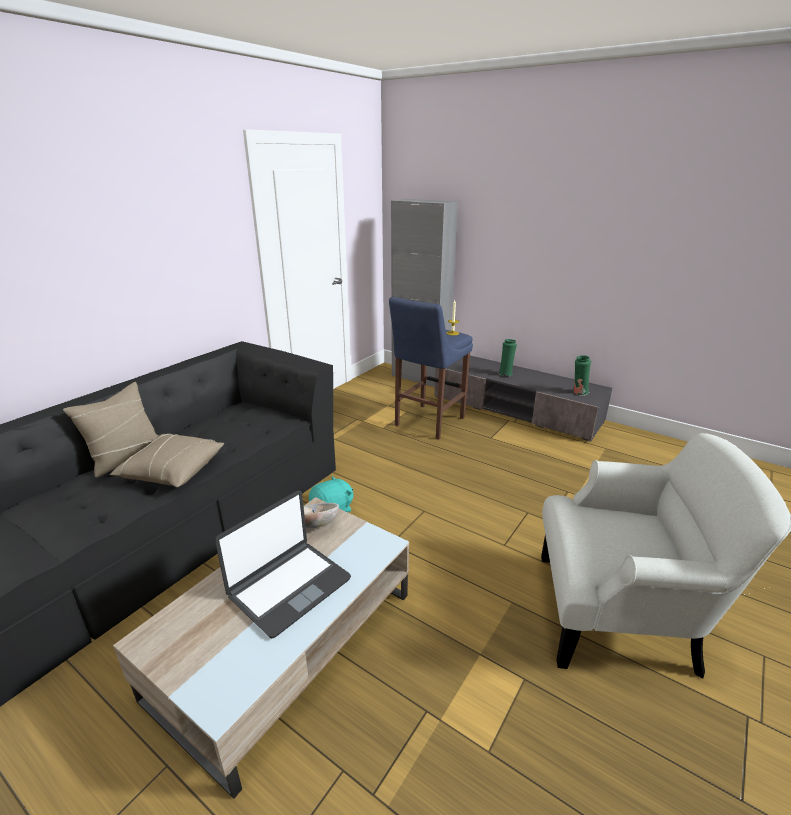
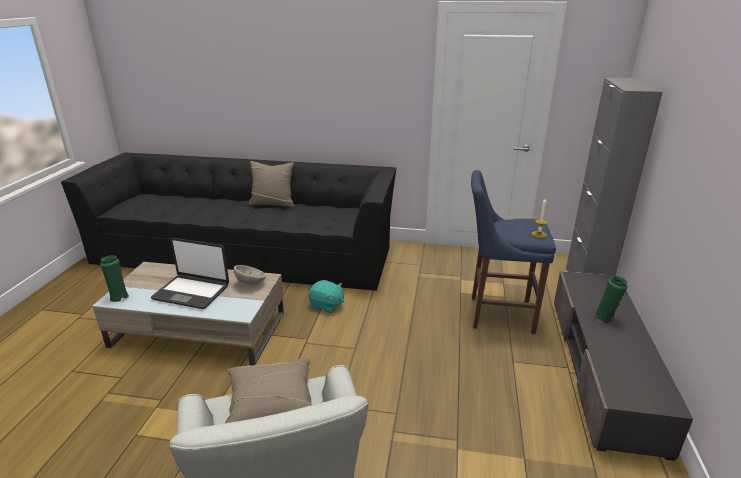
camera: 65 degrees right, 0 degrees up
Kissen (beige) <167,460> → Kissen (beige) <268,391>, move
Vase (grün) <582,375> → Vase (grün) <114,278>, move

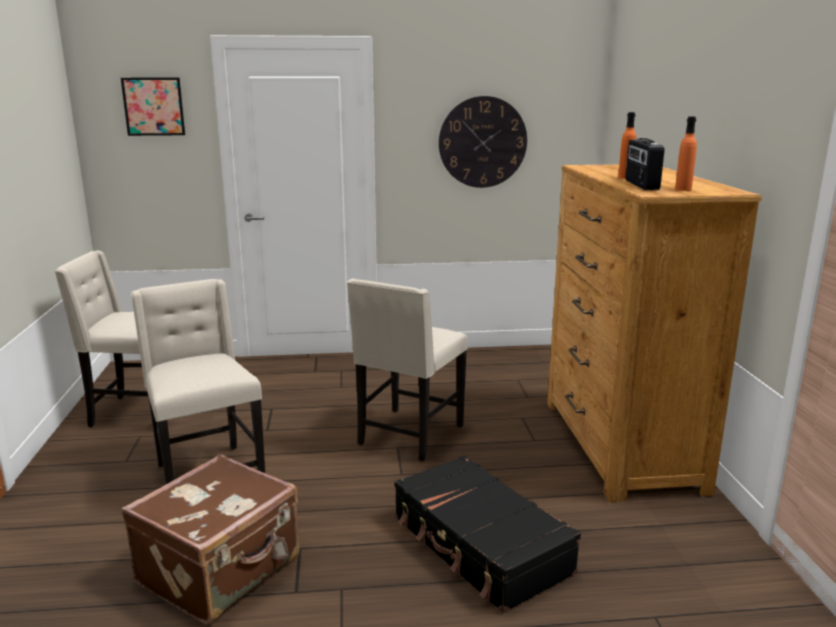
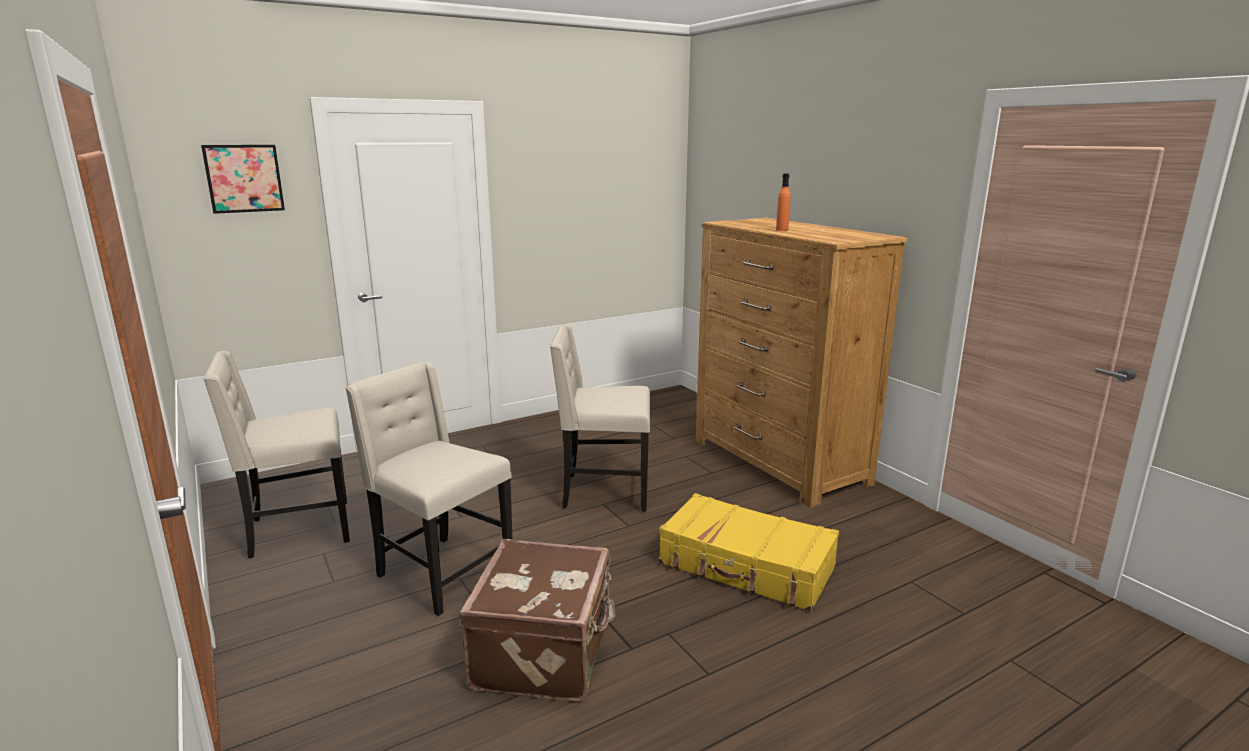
camera: 25 degrees left, 0 degrees up
Stuhl (beige) <407,370> → Stuhl (beige) <600,418>, 90 degrees clockwise
Koffer (schwarz) <488,534> → Koffer (gelb) <749,552>
Wanduhr <483,142> → -
Radio <645,164> → -
Flasche (orange) <686,154> → -

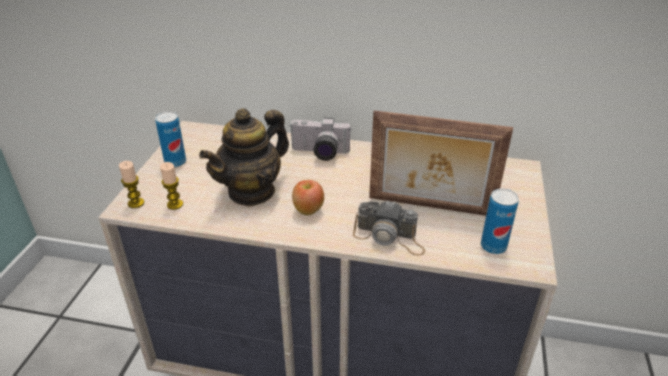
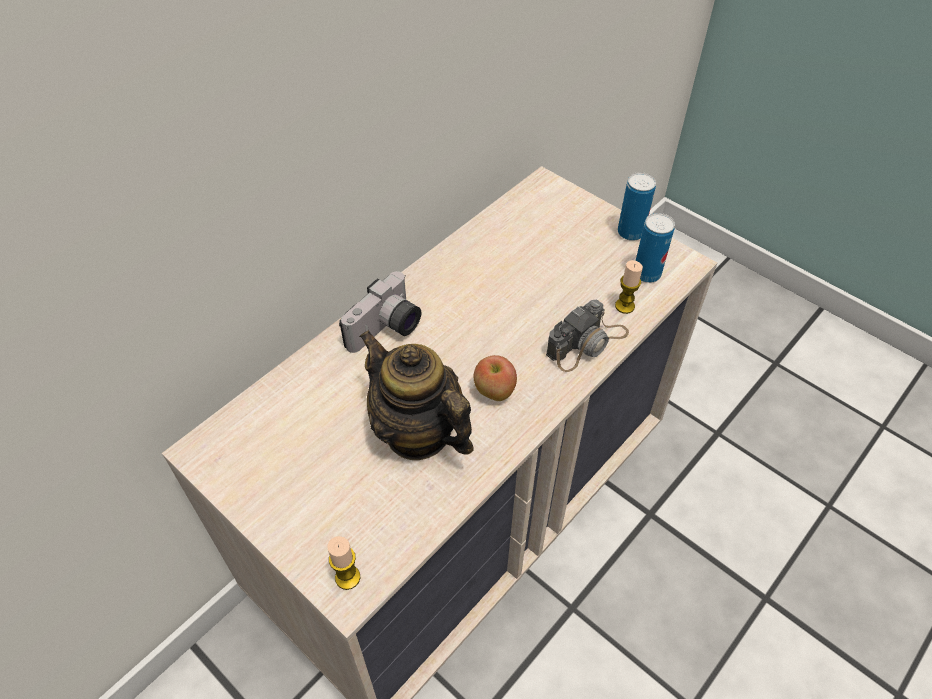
camera: 60 degrees left, 15 degrees up
Dose <170,139> → Dose <637,206>, move
Kerze <171,186> → Kerze <629,287>, move
Teekanne <244,157> → Teekanne <416,395>, 150 degrees clockwise
Bilderrahmen <441,163> → -

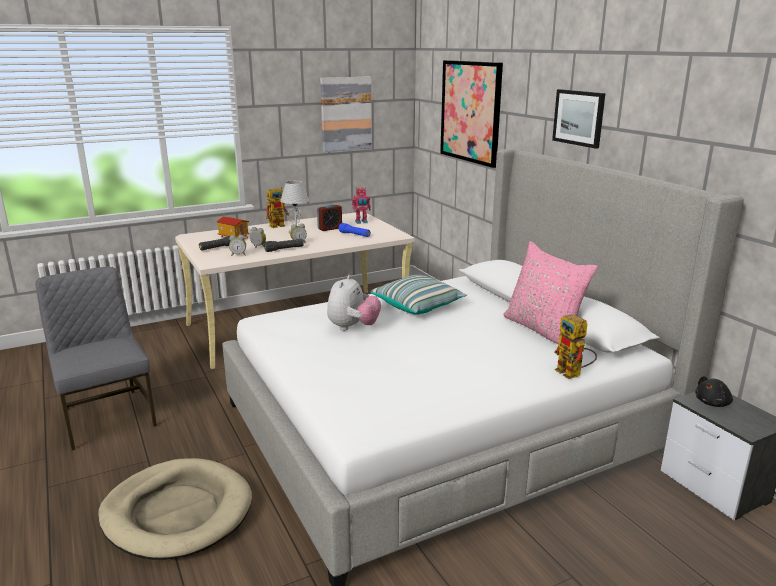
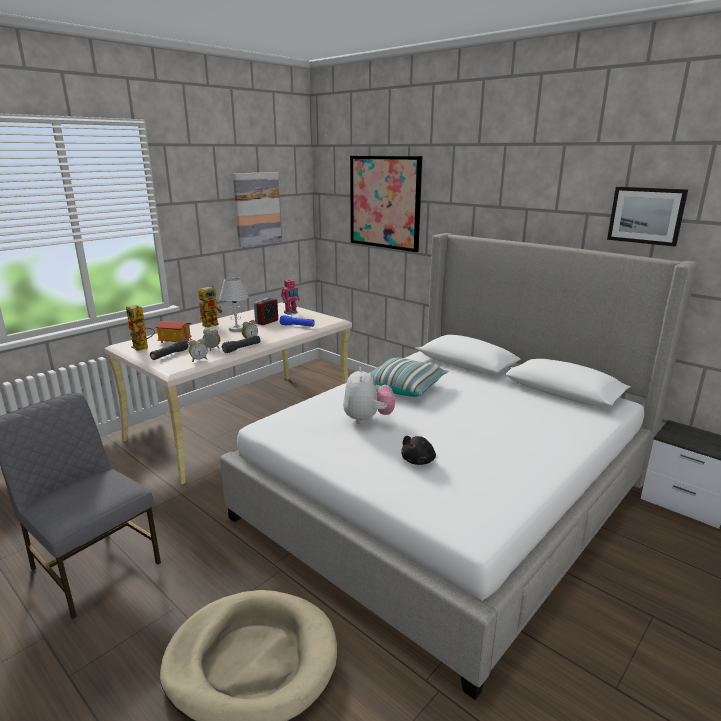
camera: 20 degrees left, 0 degrees up
Kissen (rosa) <550,293> → -
Bild <578,119> → Bild <647,217>, move
Spielzeugroboter <575,346> → Spielzeugroboter <140,328>, move
Plüschtier (schwarz) <714,391> → Plüschtier (schwarz) <418,450>, move

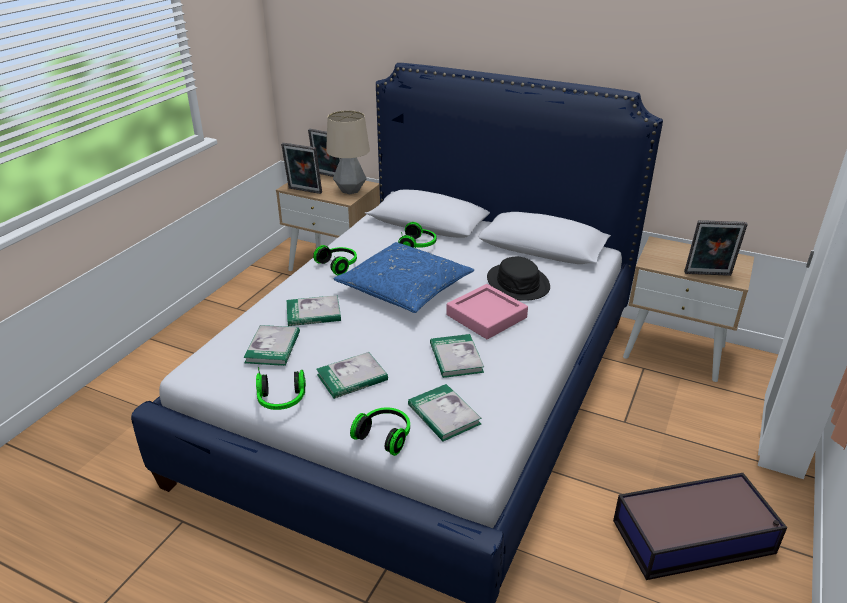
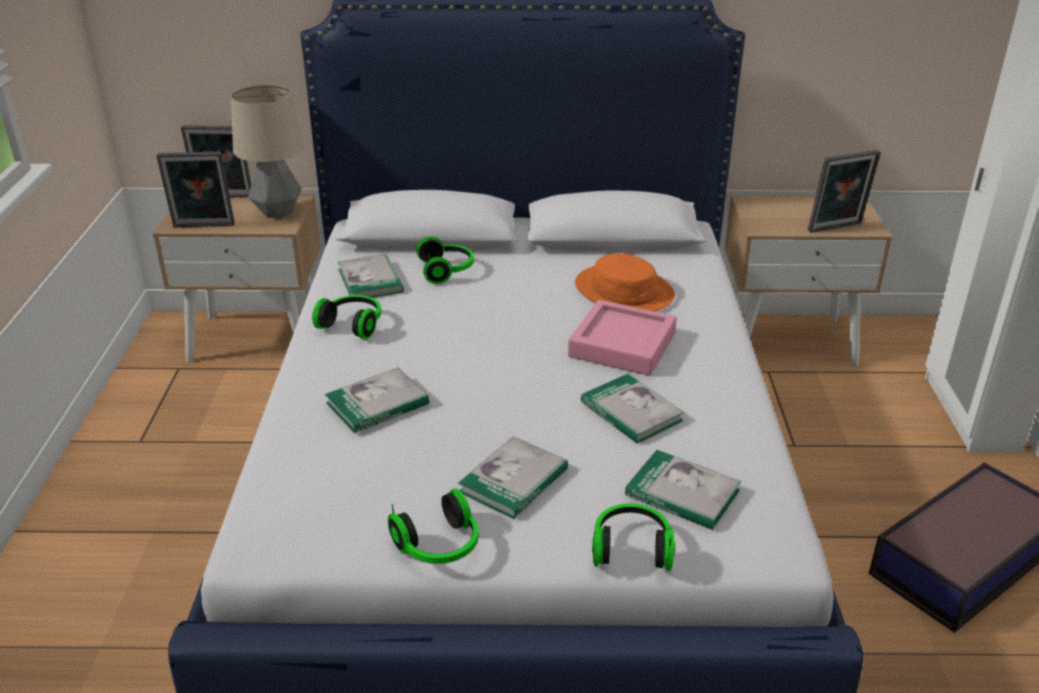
camera: 25 degrees left, 0 degrees up
Buch <271,345> → Buch <371,276>, move
Kissen (blau) <404,277> → -
Hut (schwarz) <518,279> → Hut (orange) <625,282>

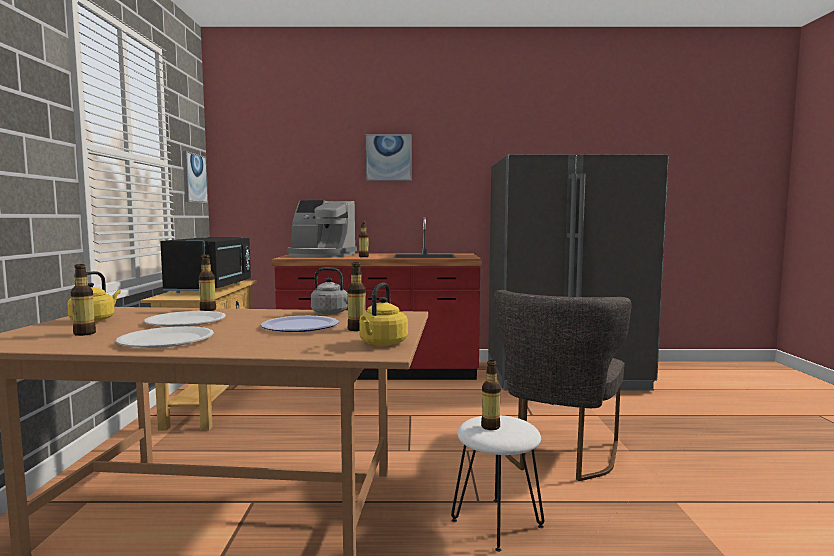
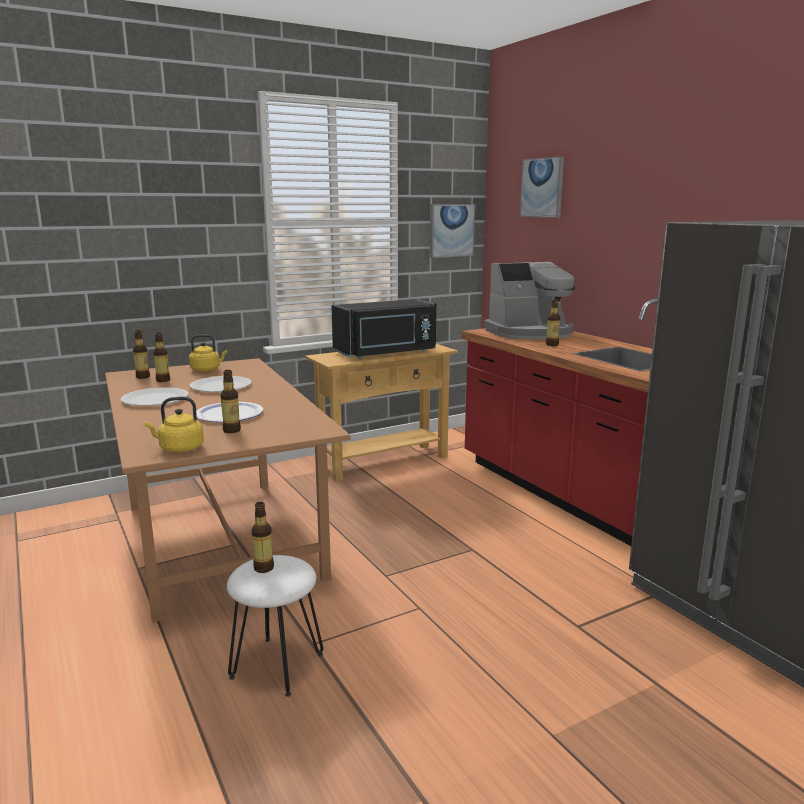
camera: 60 degrees right, 10 degrees up
Flasche <207,282> → Flasche <141,354>, move
Kaffeemaschine <322,229> → Kaffeemaschine <530,301>, 90 degrees counterclockwise
Wasserkessel (grau) <329,291> → -
Bild <388,157> → Bild <542,187>, move
Stuhl (grau) <562,385> → -

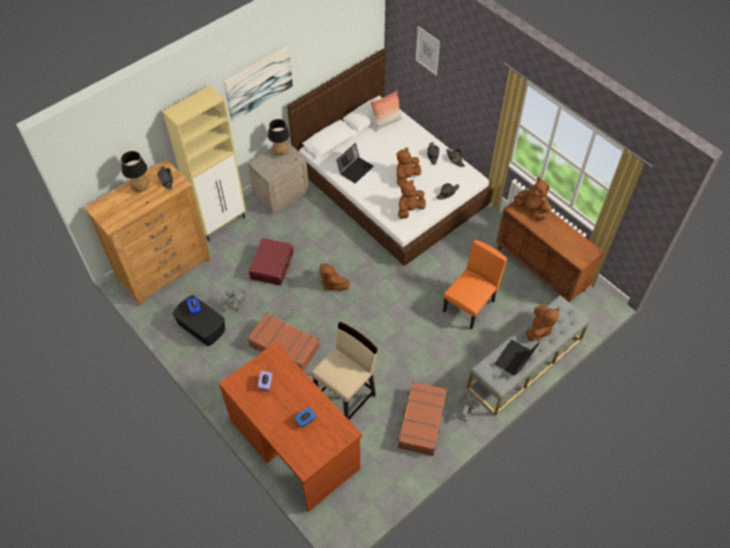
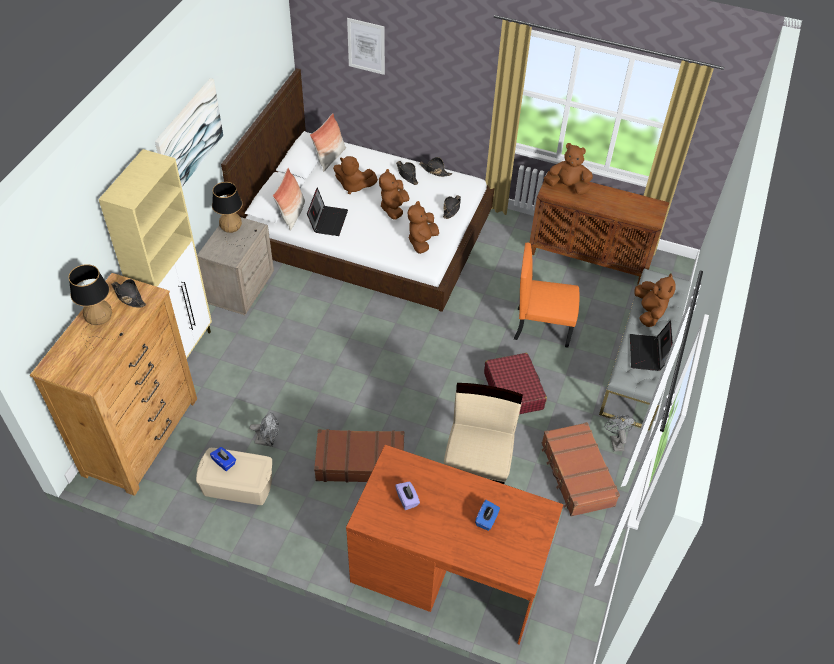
camera: 30 degrees left, 5 degrees down
Aufbewahrungsbox (schwarz) <198,320> → Aufbewahrungsbox (beige) <234,476>
Koffer (rot) <271,261> → Koffer (rot) <515,383>, move
Plüschtier (braun) <335,276> → Plüschtier (braun) <355,175>, move
Stuhl (orange) <475,285> → Stuhl (orange) <547,295>, 90 degrees counterclockwise
- → Kissen <288,199>

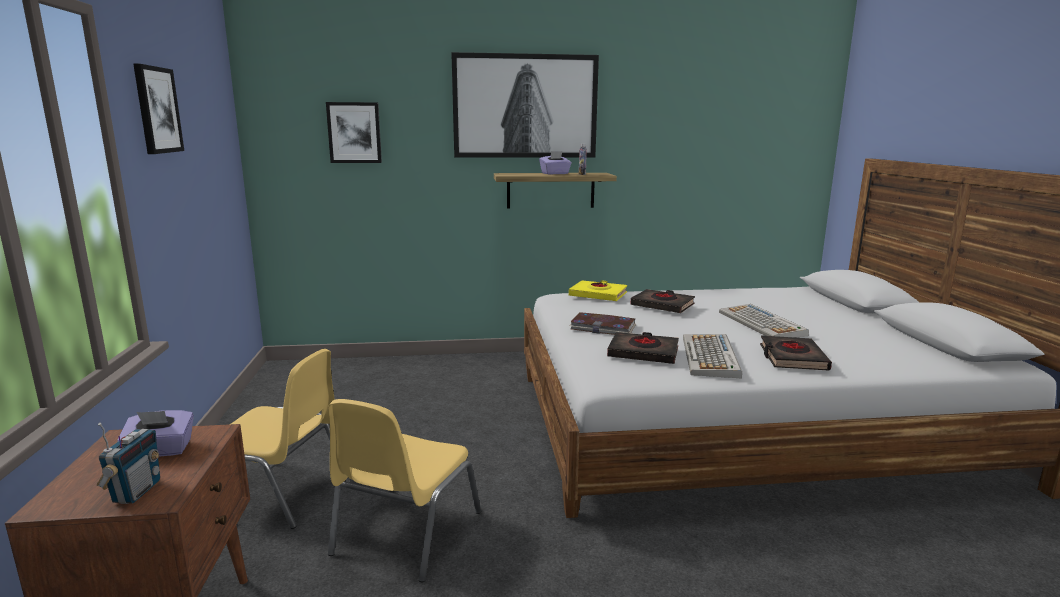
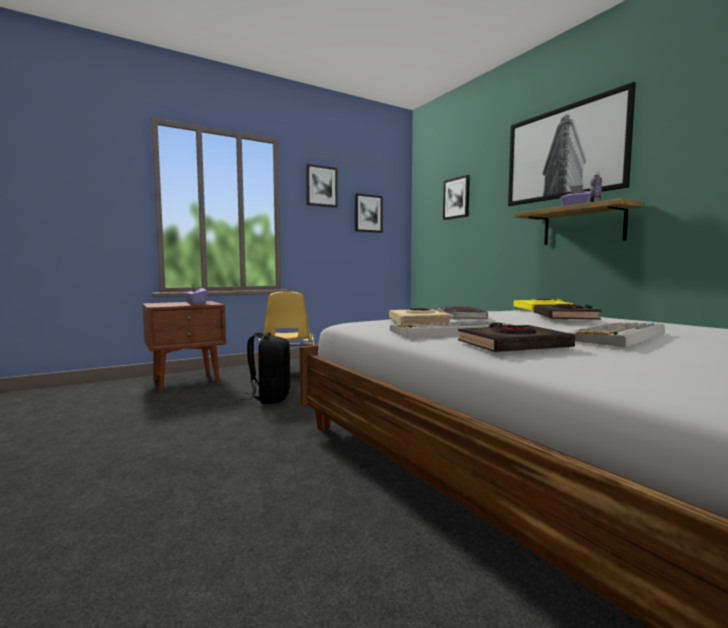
camera: 65 degrees right, 10 degrees down
Radio <128,463> → -
Stuhl (gelb) <404,490> → Rucksack (schwarz) <265,368>
Buch (schwarz) <643,348> → Buch (beige) <420,316>
- → Bild <369,213>

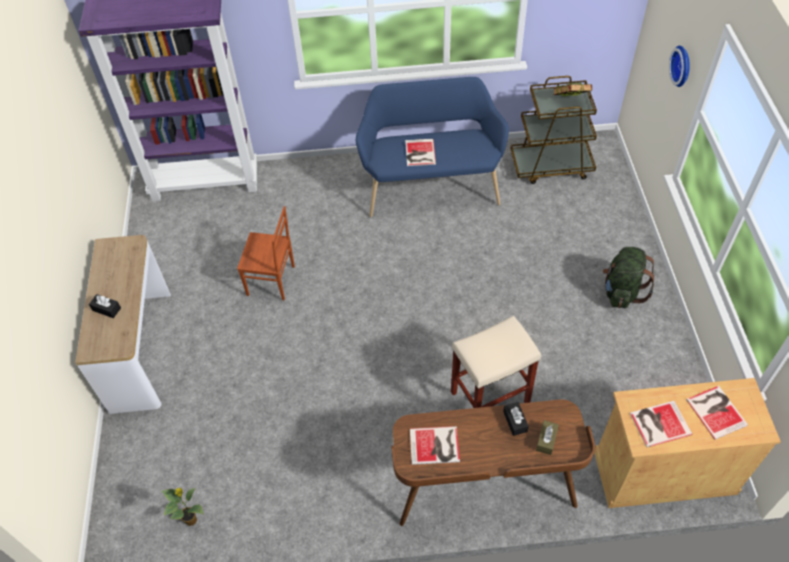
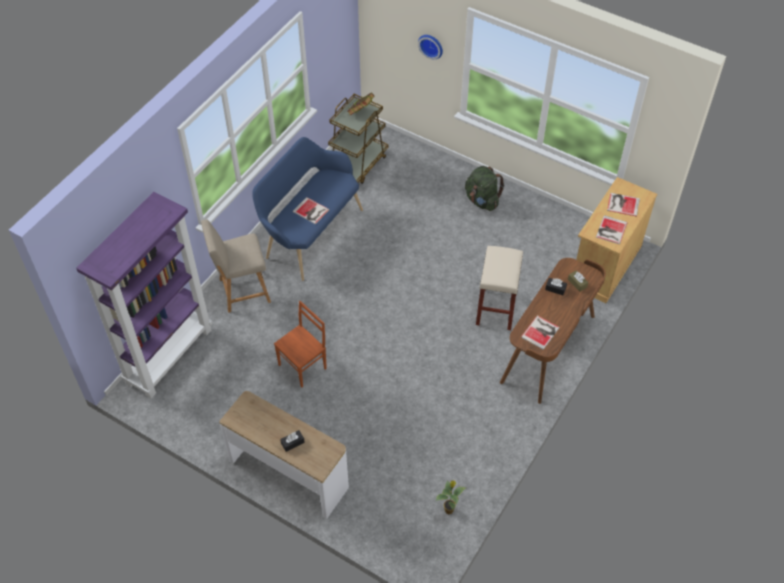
camera: 55 degrees left, 0 degrees up
- → Stuhl (beige) <236,266>

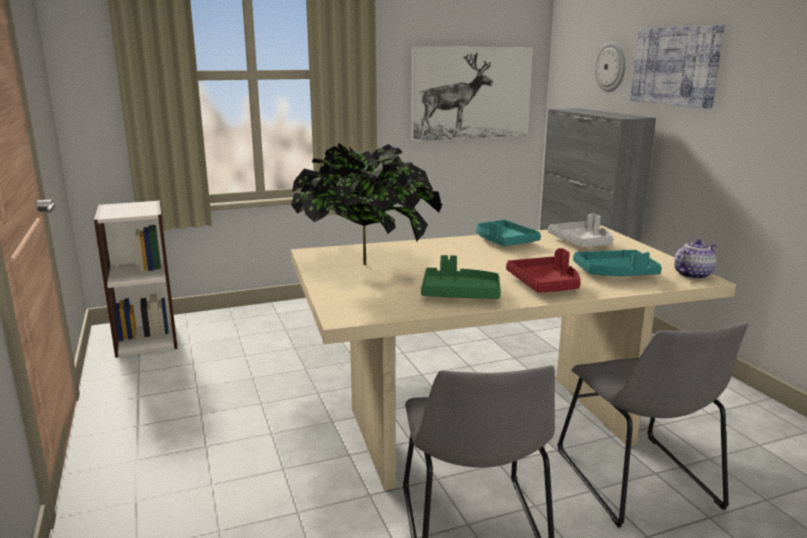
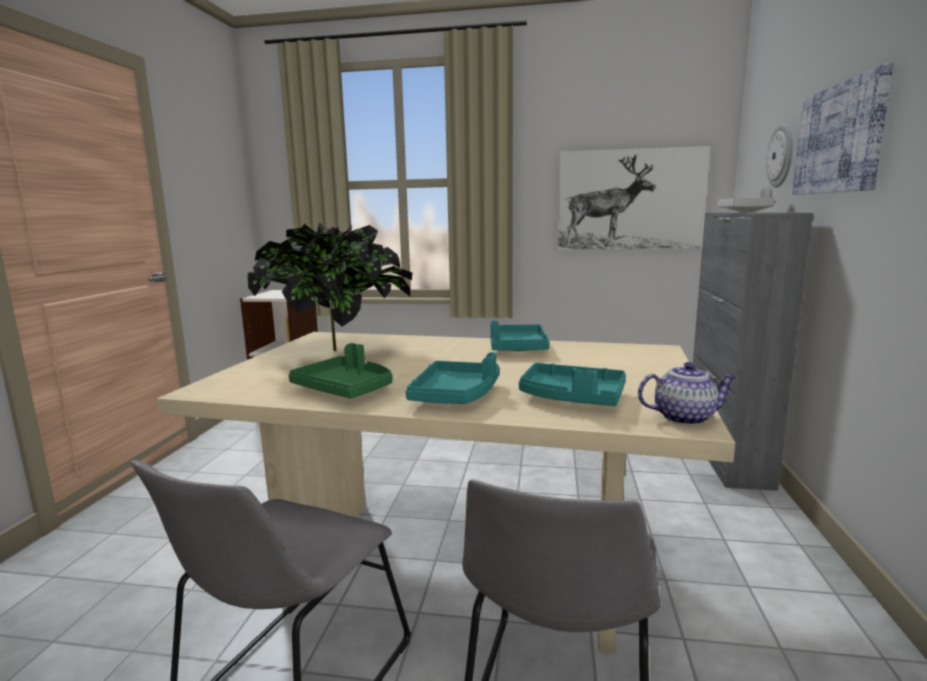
camera: 30 degrees right, 5 degrees down
Tablett (rot) <543,270> → Tablett (türkis) <453,378>
Tablett (grau) <581,230> → Tablett (grau) <746,199>, move

